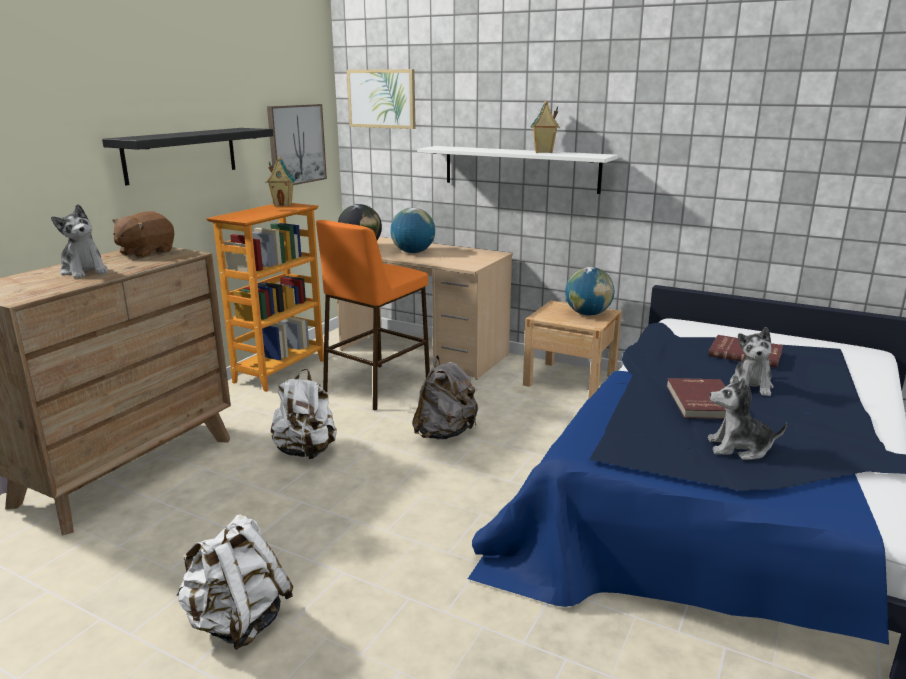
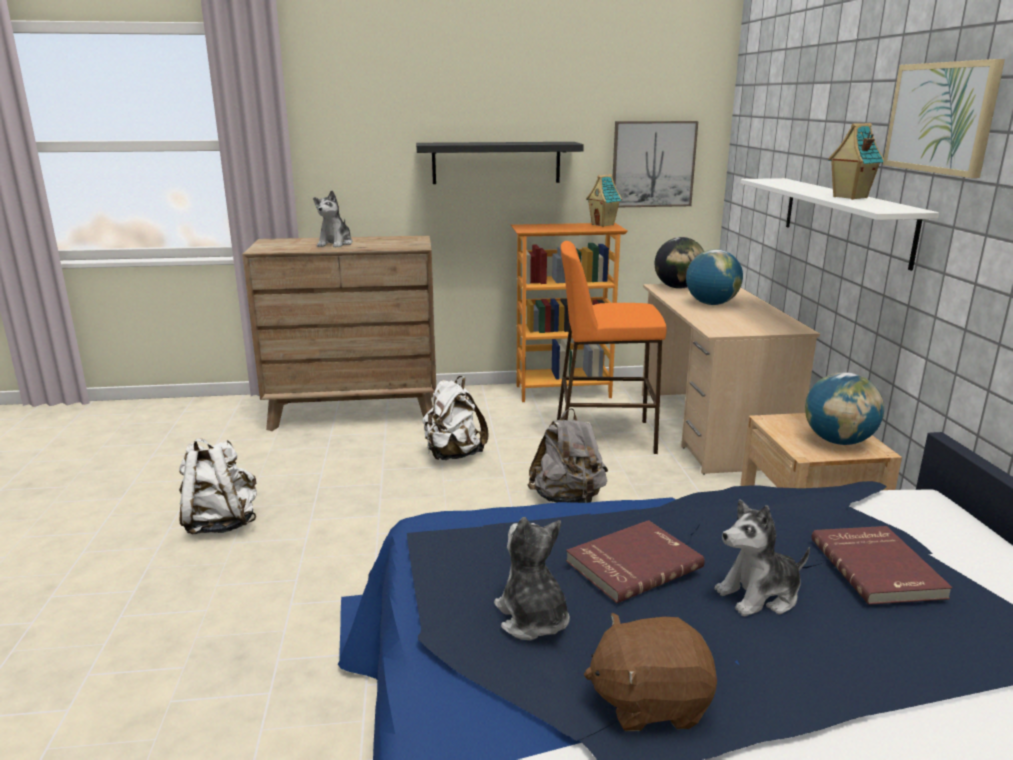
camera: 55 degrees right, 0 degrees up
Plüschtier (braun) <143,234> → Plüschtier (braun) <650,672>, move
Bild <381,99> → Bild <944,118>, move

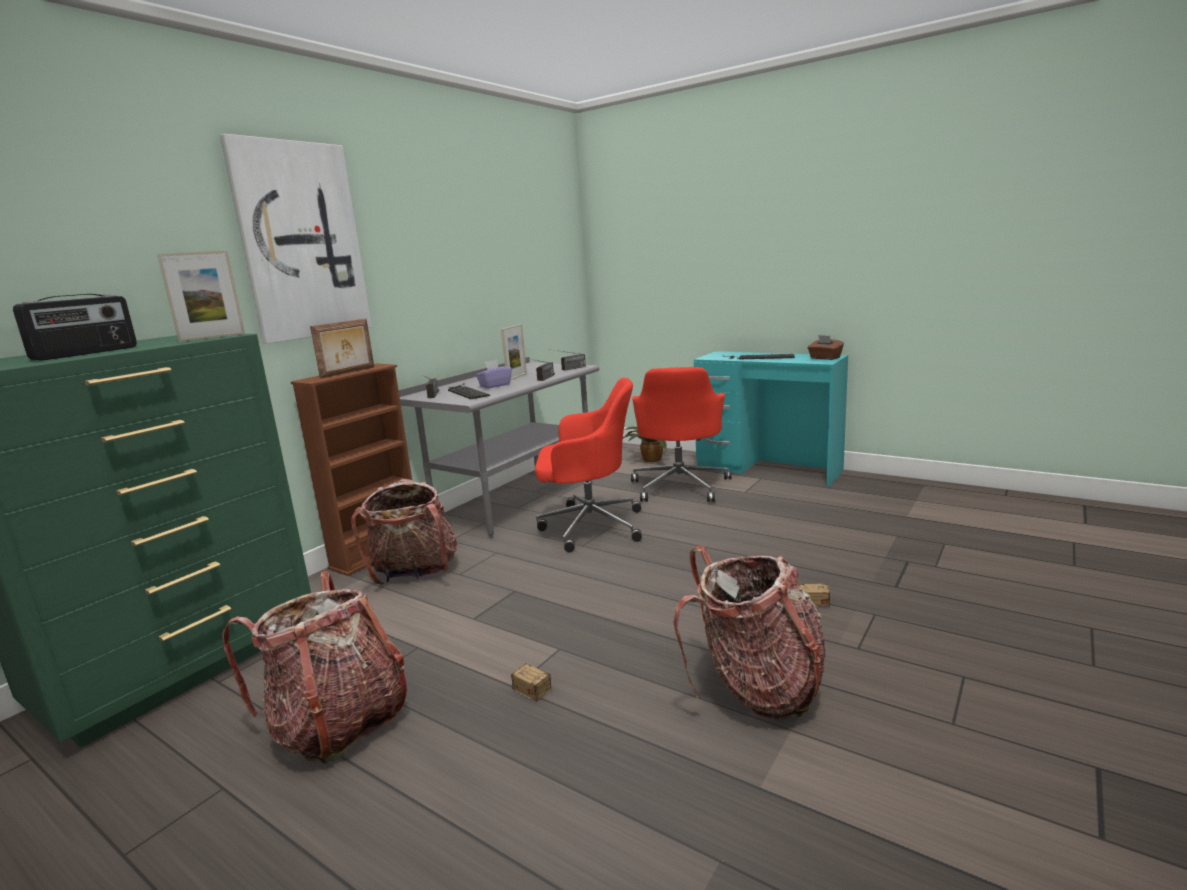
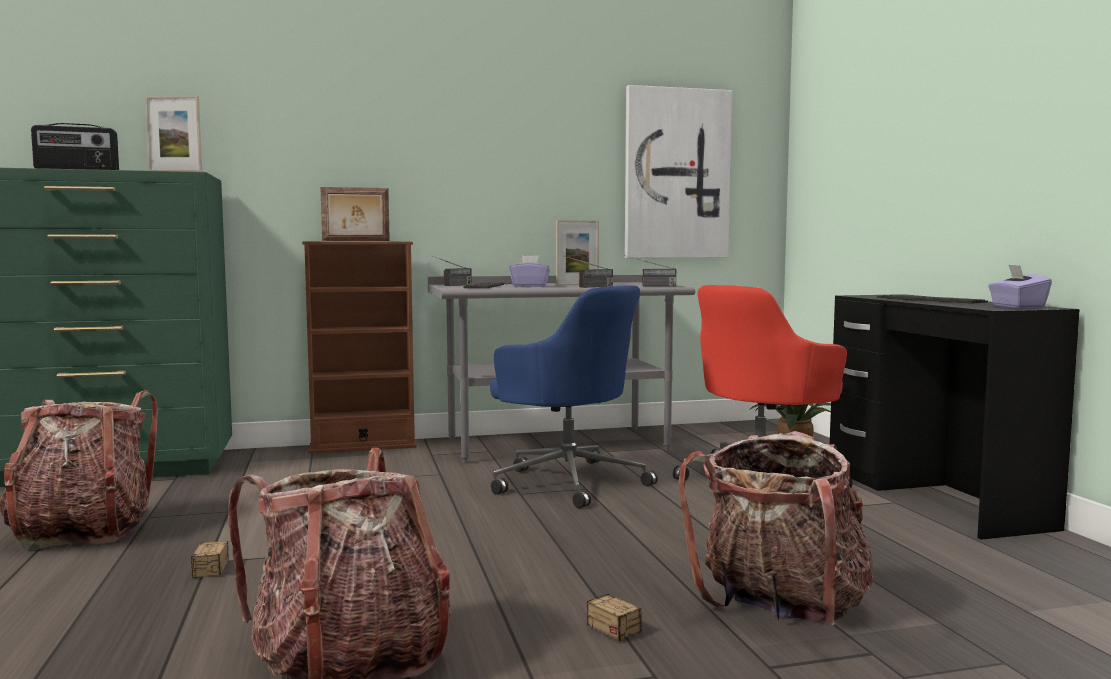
camera: 40 degrees right, 10 degrees down
Bild <296,239> → Bild <678,171>, move
Rucksack <404,532> → Rucksack <775,528>, move
Bürostuhl (rot) <588,465> → Bürostuhl (blau) <574,397>
Schreibtisch (türkis) <771,419> → Schreibtisch (schwarz) <955,417>
Taschentuchbox (braun) <826,347> → Taschentuchbox (lila) <1020,286>

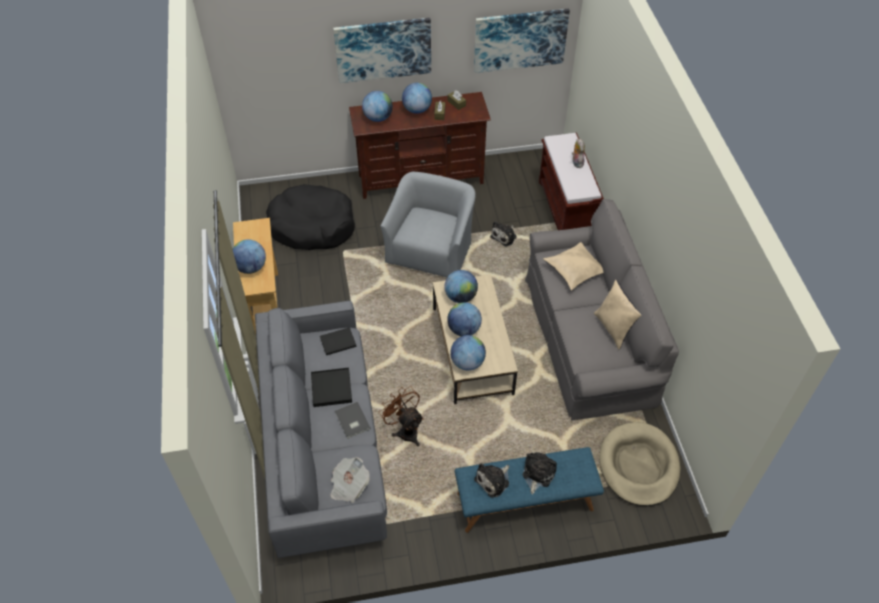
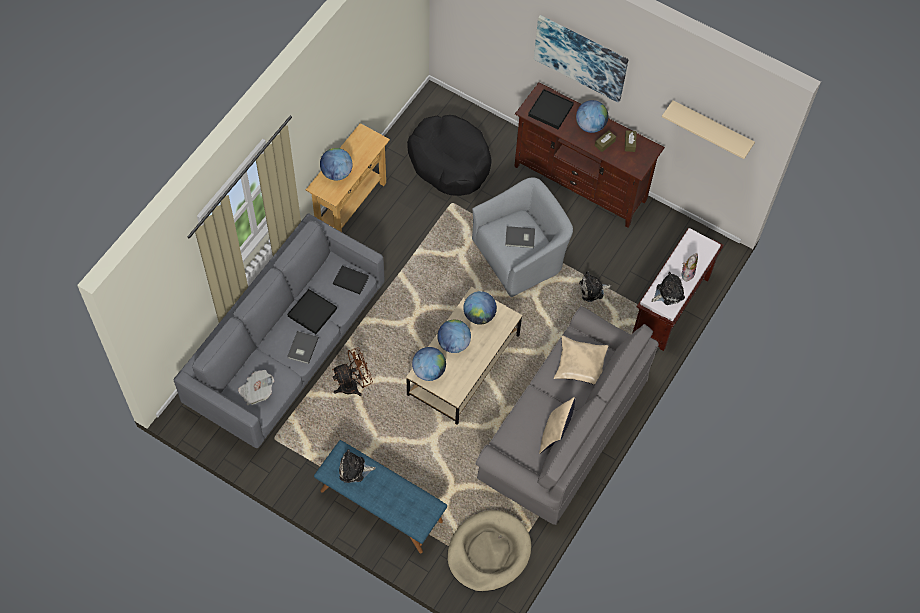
camera: 40 degrees right, 10 degrees up
Globus <377,106> → Tablett (schwarz) <551,109>
Ventilator (braun) <401,416> → Ventilator (braun) <352,371>, 60 degrees clockwise
Bild <522,41> → Wandregal (beige) <708,129>
Plüschtier <540,473> → Plüschtier <668,288>, move
- → Buch (grau) <520,237>

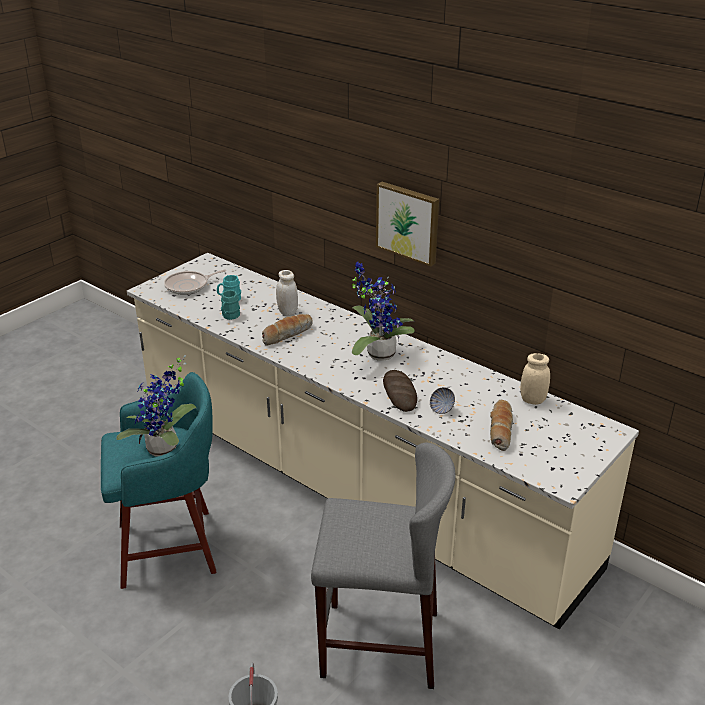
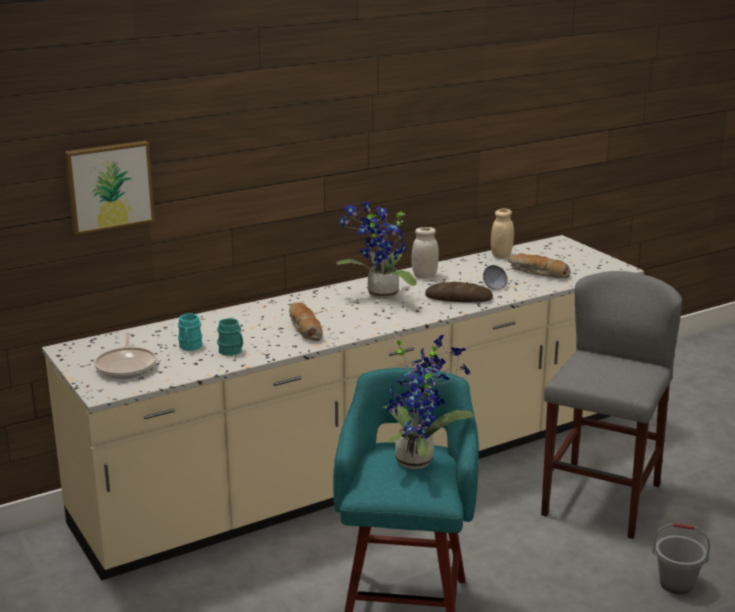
camera: 70 degrees left, 10 degrees down
Vorratsglas (weiß) <287,293> → Vorratsglas (weiß) <425,252>, move
Bild <407,224> → Bild <109,187>, move

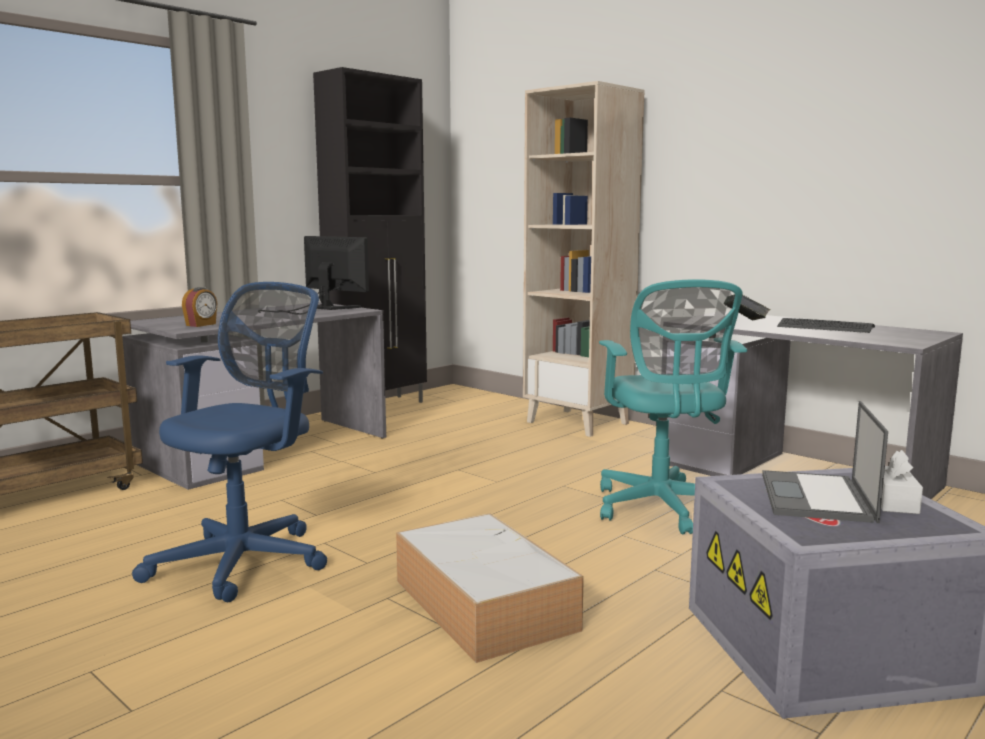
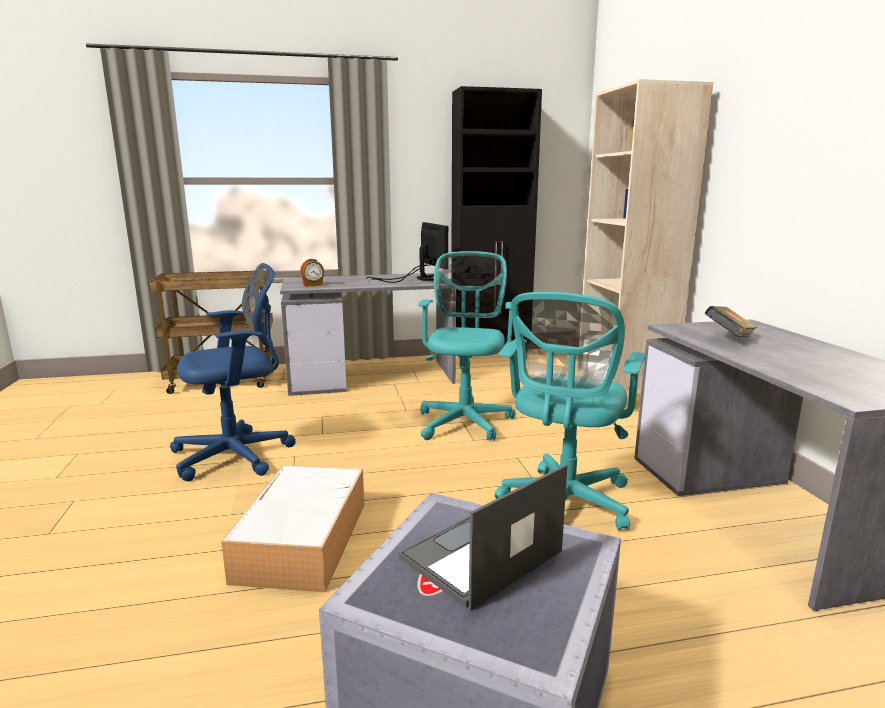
camera: 35 degrees right, 5 degrees up
Tastatur <826,325> → -
Taschentuchbox (weiß) <902,482> → -
- → Bürostuhl (türkis) <467,346>

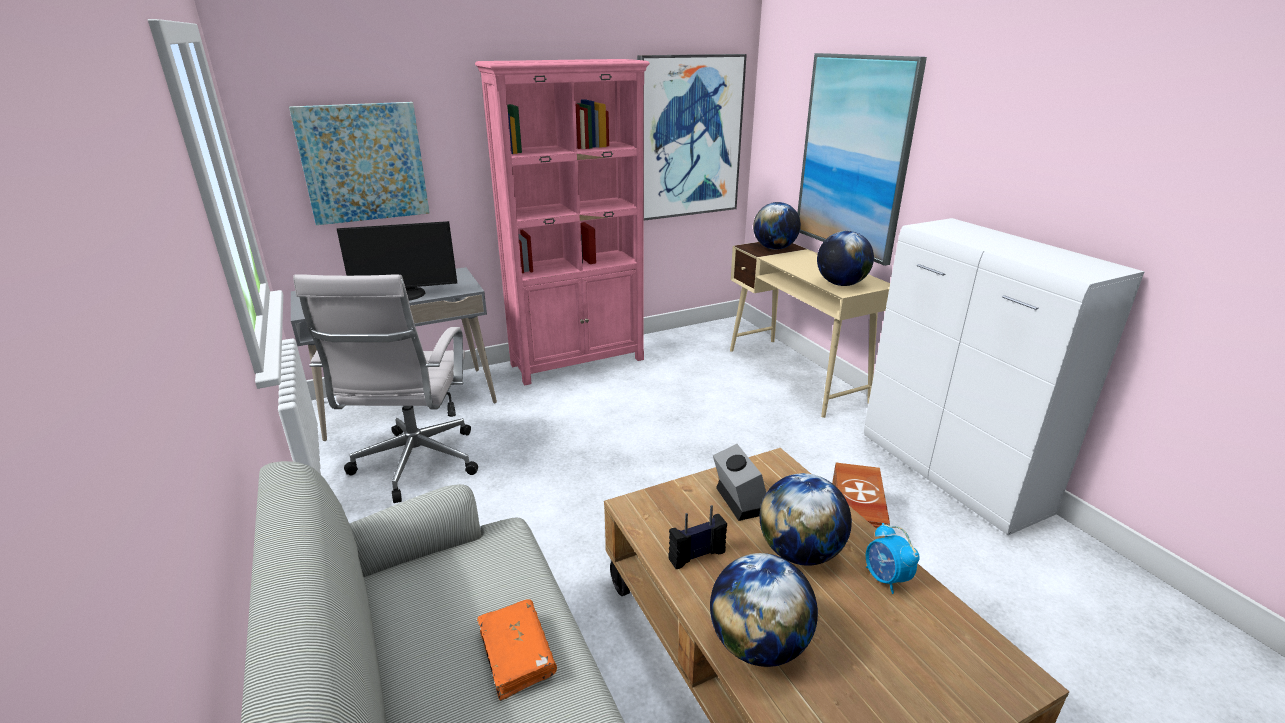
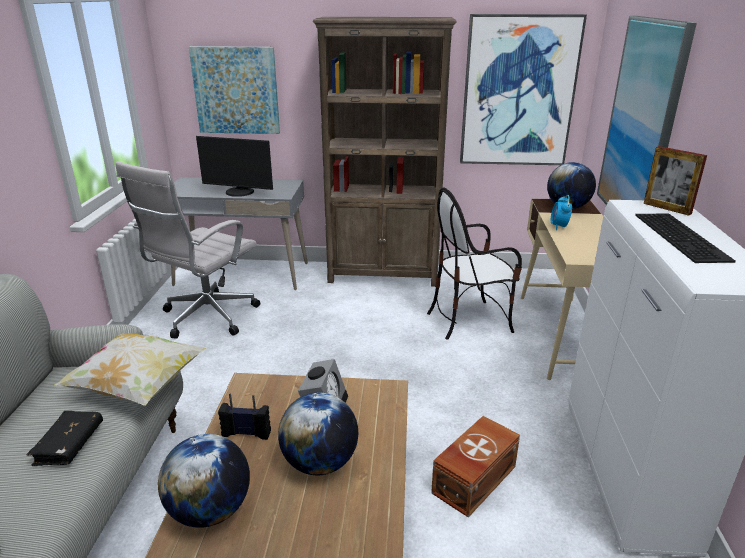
camera: 30 degrees right, 0 degrees up
Bücherregal (rosa) <562,222> → Bücherregal (braun) <385,152>
Buch (orange) <517,650> → Buch (schwarz) <65,438>
Globus <845,258> → -
Wecker <893,558> → Wecker <561,212>, move
- → Kissen <130,369>
- → Stuhl <474,264>
- → Tastatur <685,238>
- → Bilderrahmen <675,181>

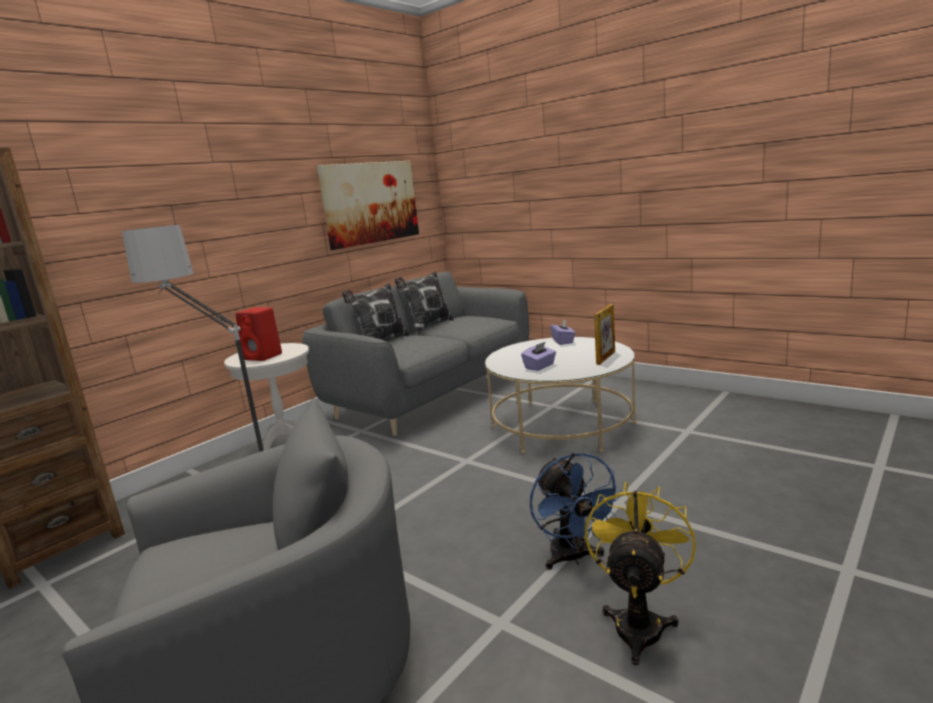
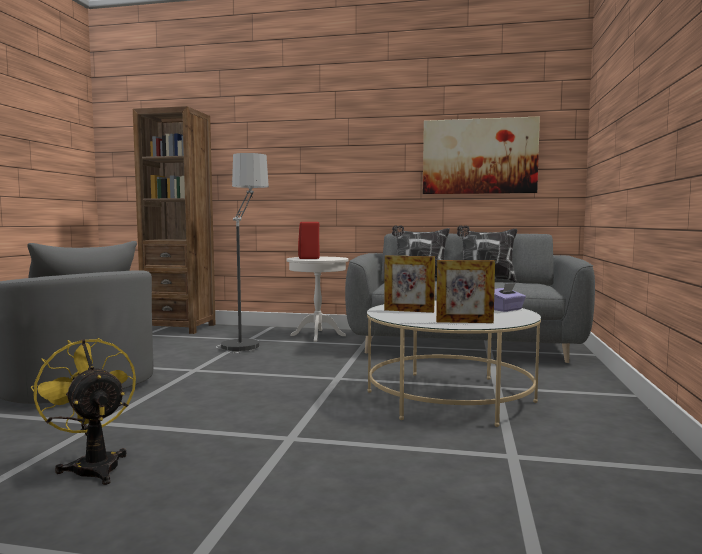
camera: 60 degrees right, 10 degrees down
Taschentuchbox (lila) <538,356> → Bilderrahmen <409,284>
Ventilator (blau) <577,511> → -
Ventilator (gelb) <640,573> → Ventilator (gelb) <83,411>, 120 degrees counterclockwise

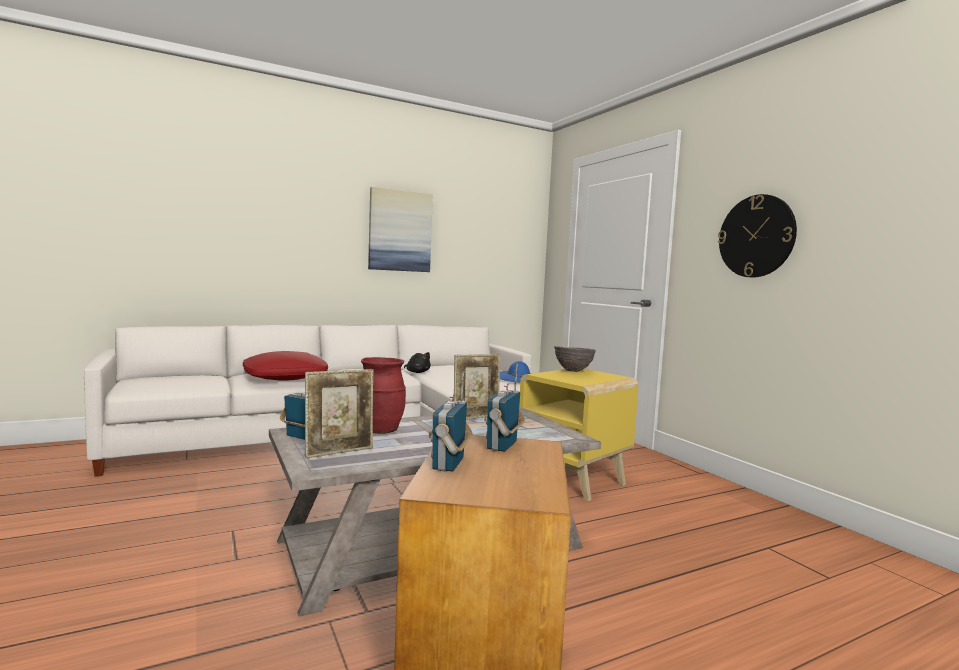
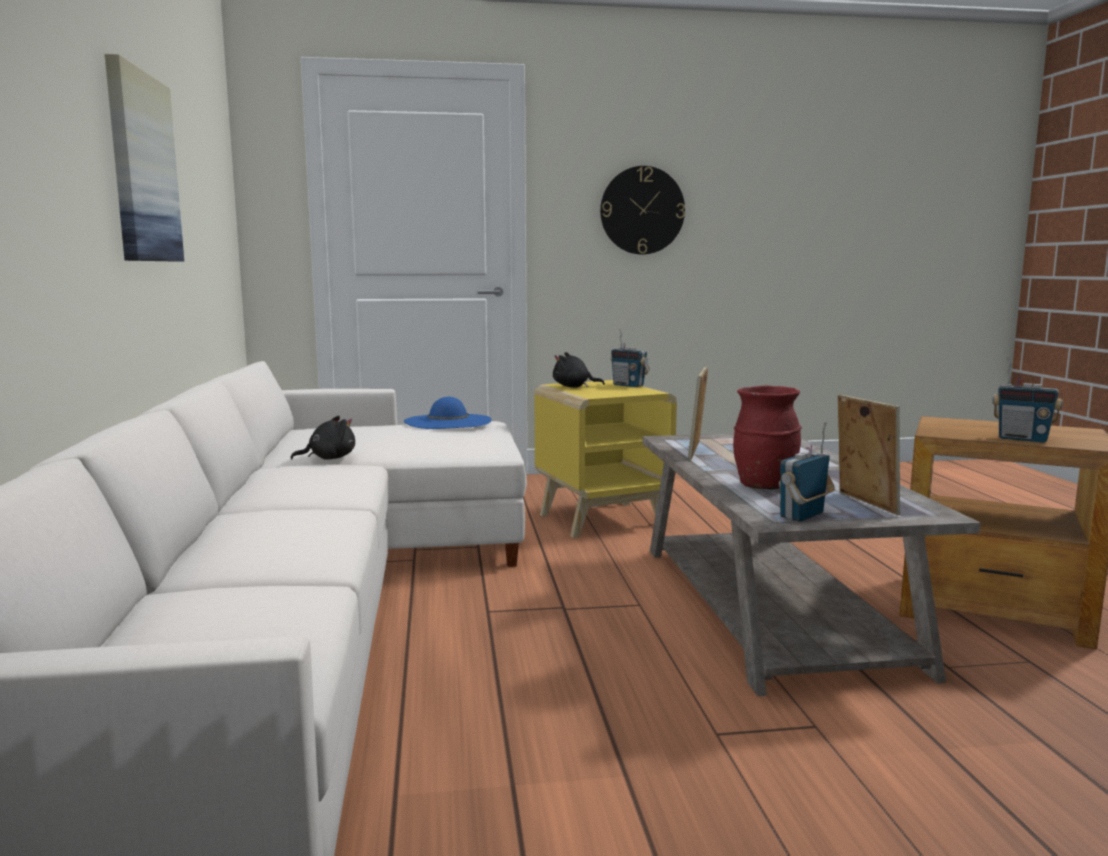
camera: 70 degrees left, 5 degrees up
Kissen (rot) <285,365> → -
Bilderrahmen <477,387> → Bilderrahmen <697,413>, 150 degrees counterclockwise
Radio <504,408> → Radio <630,358>, move
Schüssel (braun) <575,359> → Plüschtier (schwarz) <579,369>

